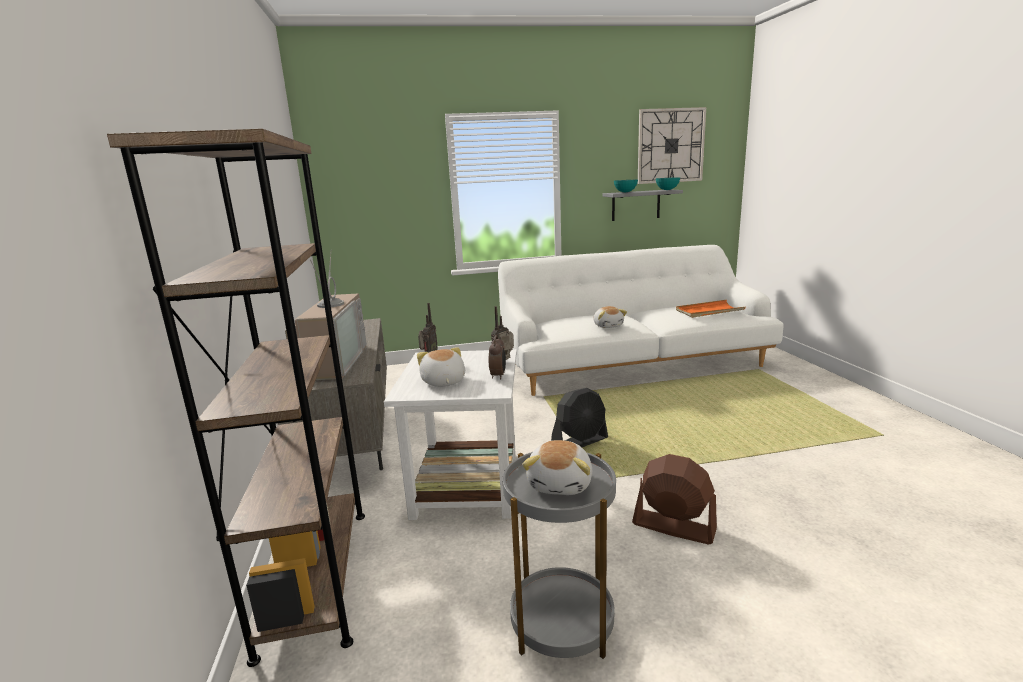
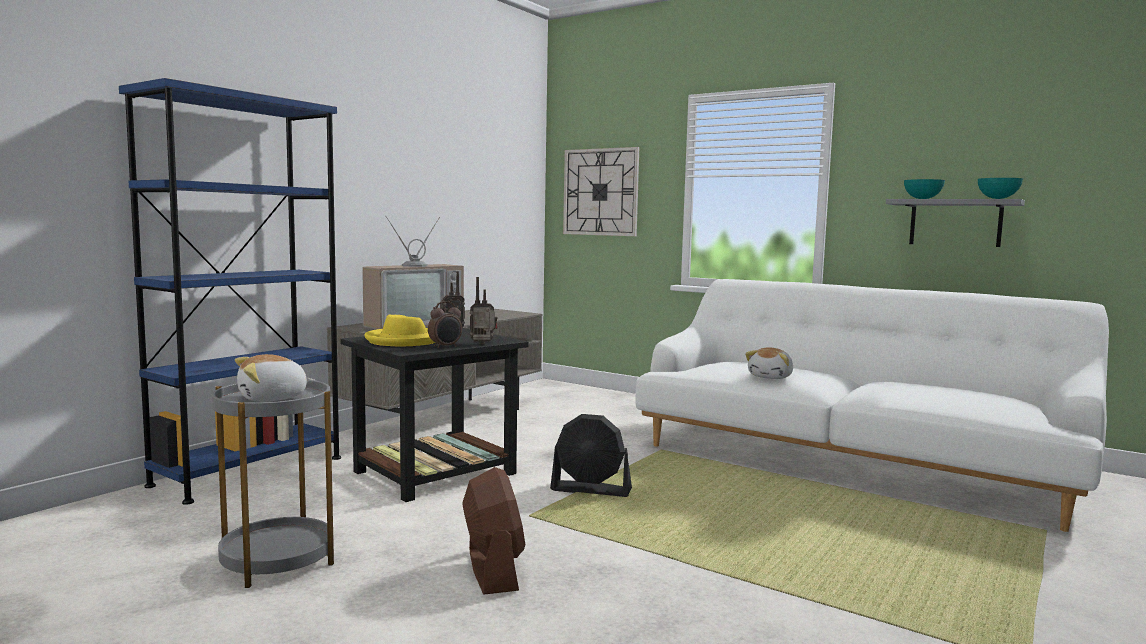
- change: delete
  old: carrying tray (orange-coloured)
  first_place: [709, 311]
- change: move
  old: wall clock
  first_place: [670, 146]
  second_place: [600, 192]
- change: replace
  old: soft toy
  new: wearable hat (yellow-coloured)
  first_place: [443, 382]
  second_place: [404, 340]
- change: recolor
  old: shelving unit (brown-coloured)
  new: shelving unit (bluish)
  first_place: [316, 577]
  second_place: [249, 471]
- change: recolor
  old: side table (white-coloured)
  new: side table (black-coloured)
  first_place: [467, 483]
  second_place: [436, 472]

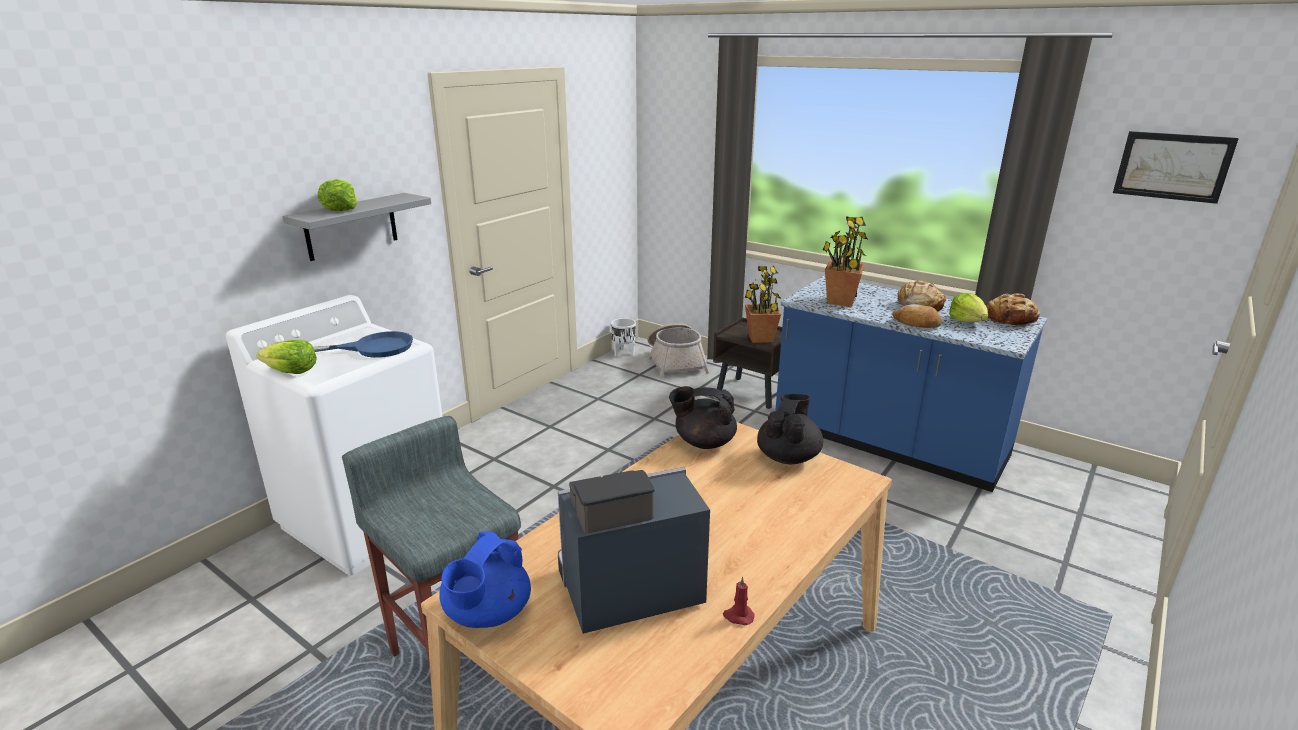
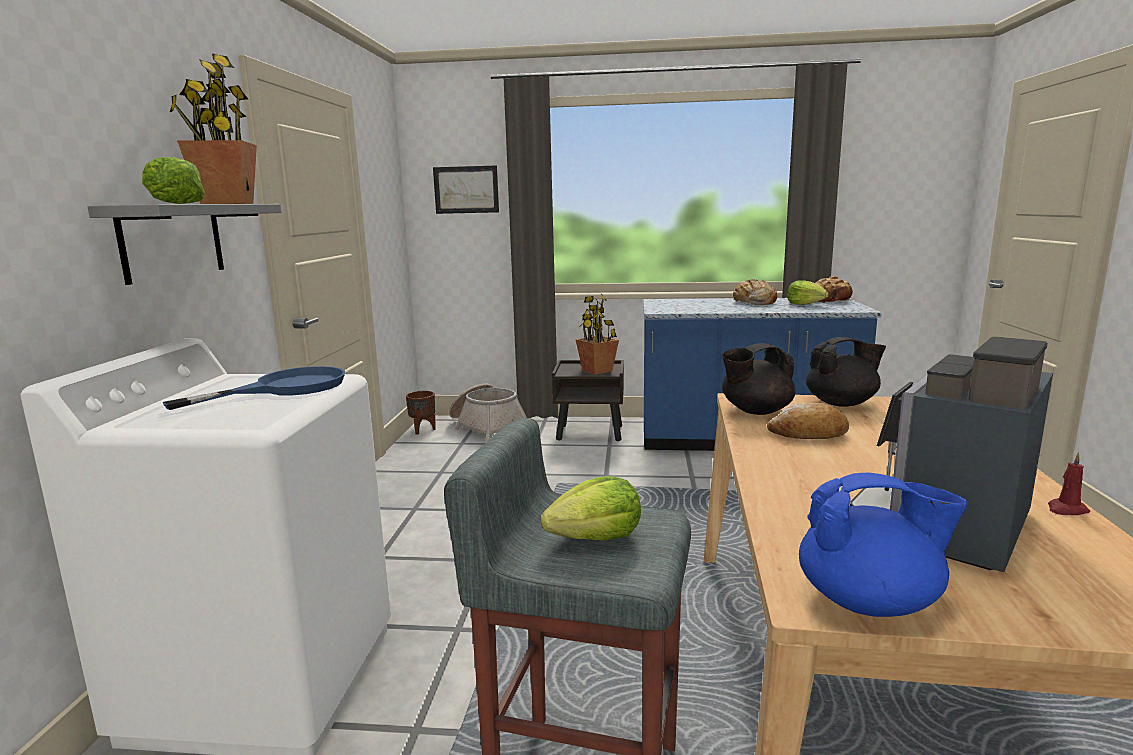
- change: move
  old: lettuce head
  first_place: [291, 371]
  second_place: [596, 538]
- change: move
  old: plant in a pot
  first_place: [841, 301]
  second_place: [227, 204]
- change: move
  old: baked bread
  first_place: [916, 323]
  second_place: [809, 433]
- change: move
  old: wall picture
  first_place: [1172, 166]
  second_place: [466, 189]
- change: recolor
  old: plant pot (white-coloured)
  new: plant pot (brown-coloured)
  first_place: [623, 353]
  second_place: [422, 430]
- change: rotate
  old: teapot (bluish)
  first_place: [487, 614]
  second_place: [870, 602]
  degrees: -75
- change: rotate
  old: teapot (black-coloured)
  first_place: [788, 457]
  second_place: [842, 403]
  degrees: 90

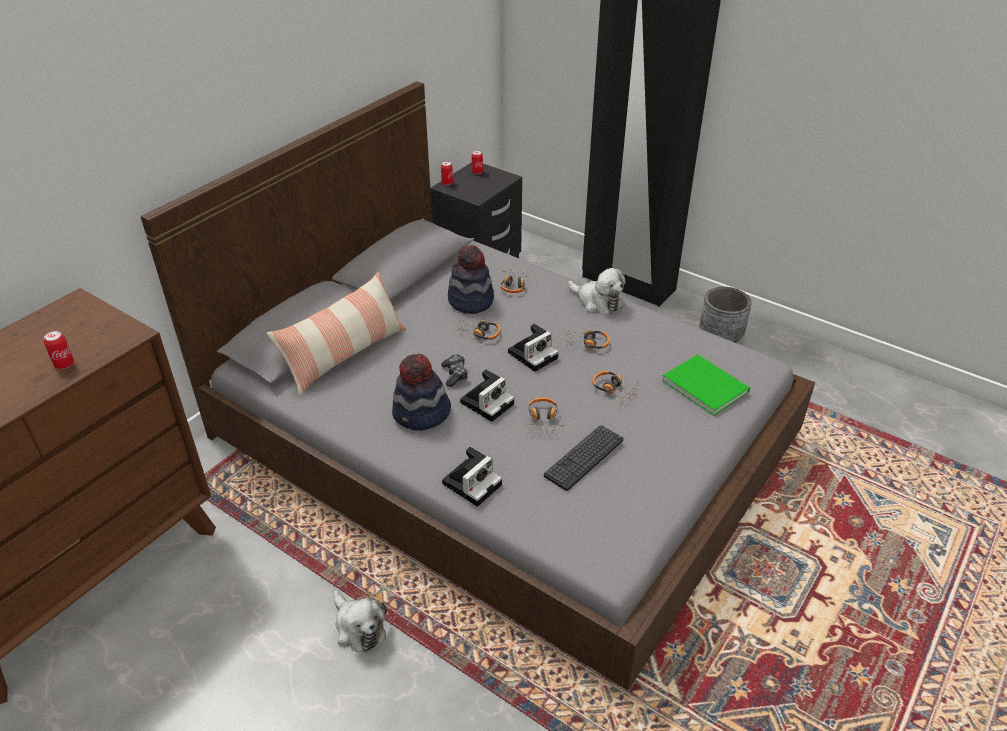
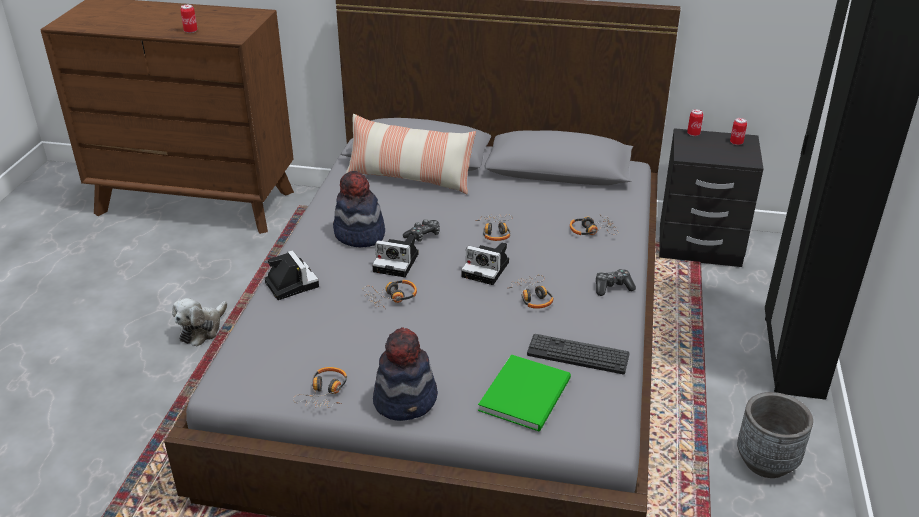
- change: move
  old: wearable hat
  first_place: [471, 300]
  second_place: [406, 400]
- change: move
  old: PC keyboard
  first_place: [584, 458]
  second_place: [578, 355]
- change: move
  old: headphones
  first_place: [614, 390]
  second_place: [325, 393]
- change: replace
  old: soft toy
  new: joypad
  first_place: [597, 302]
  second_place: [612, 287]
- change: rotate
  old: still camera
  first_place: [472, 482]
  second_place: [290, 283]
  degrees: -135

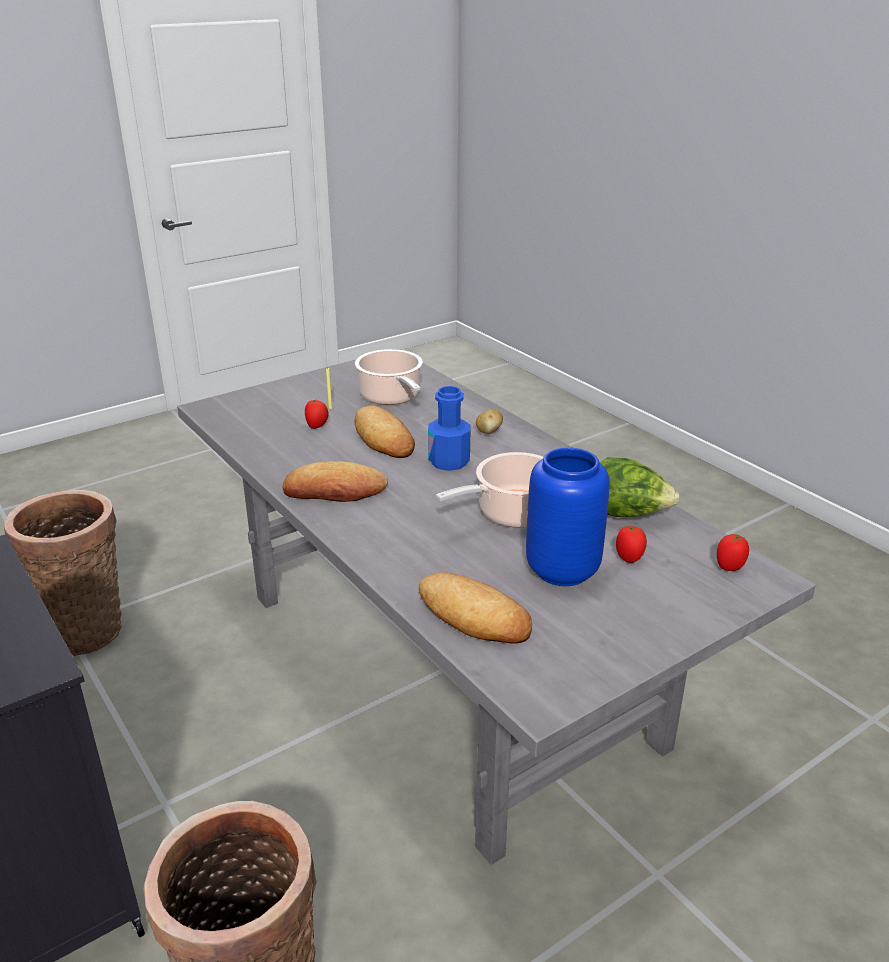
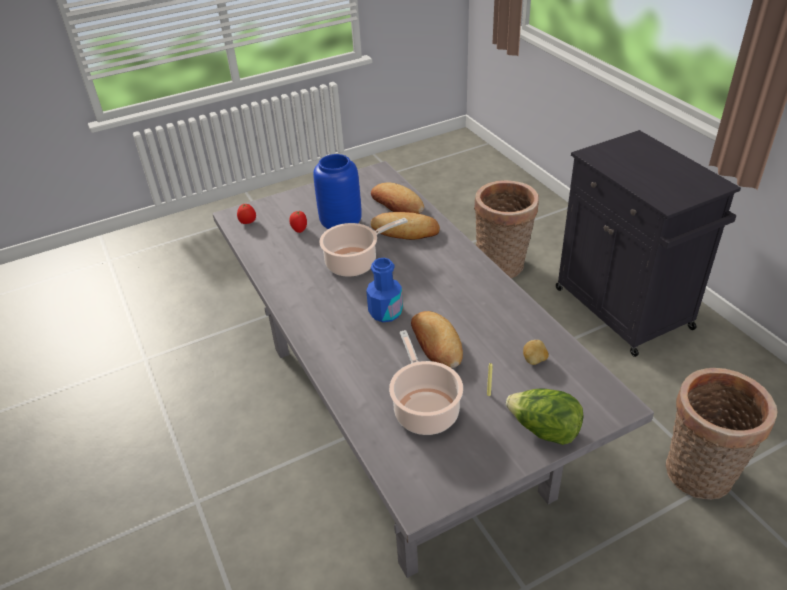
- change: delete
  old: fresh tomato
  first_place: [317, 426]
- change: move
  old: baked bread
  first_place: [334, 491]
  second_place: [405, 230]
- change: move
  old: potato
  first_place: [489, 432]
  second_place: [534, 360]
- change: move
  old: lettuce head
  first_place: [627, 514]
  second_place: [544, 430]

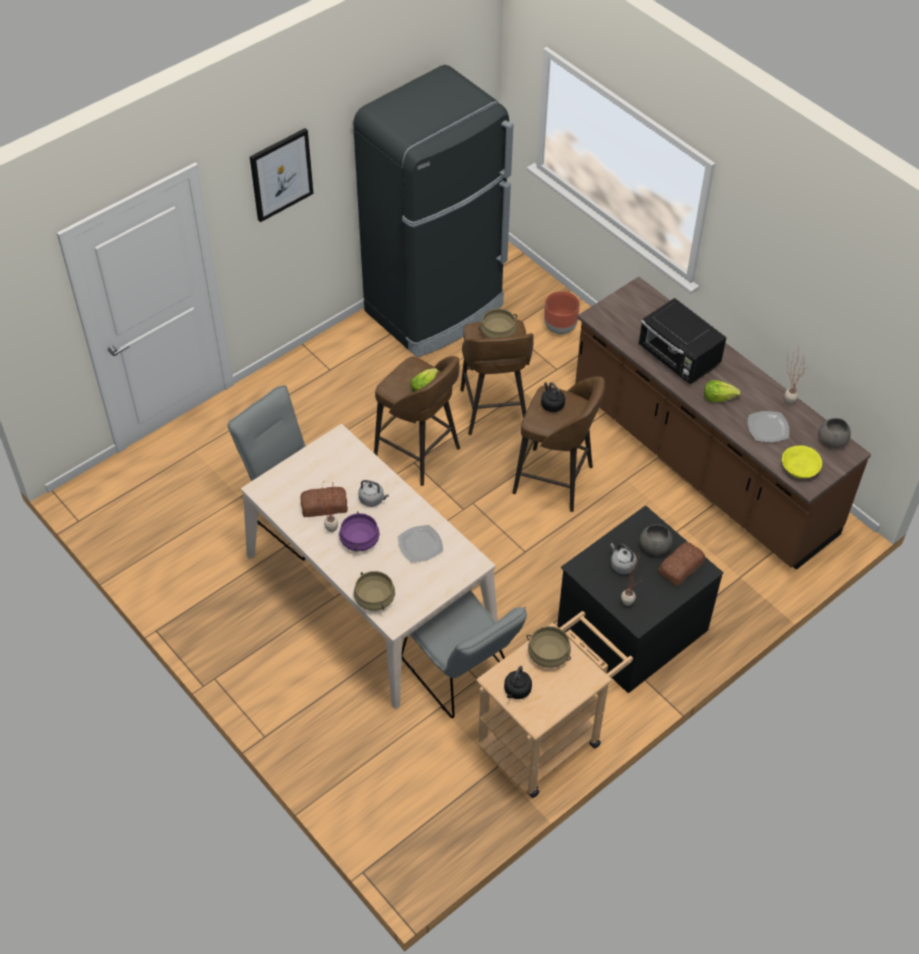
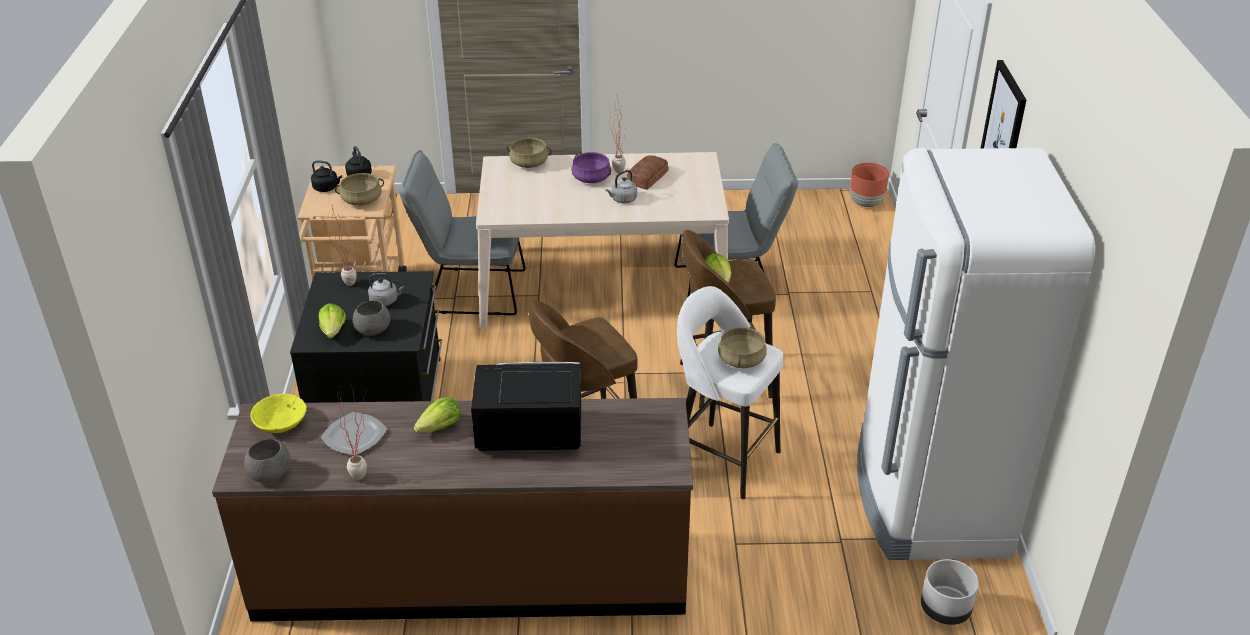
- change: delete
  old: dinner plate
  first_place: [419, 545]
- change: insert
  new: plant pot (grey)
  second_place: [945, 609]
- change: move
  old: water kettle (black-coloured)
  first_place: [551, 404]
  second_place: [327, 188]
- change: move
  old: plant pot (brown-coloured)
  first_place: [560, 328]
  second_place: [866, 203]
- change: replace
  old: baked bread
  new: lettuce head
  first_place: [680, 567]
  second_place: [333, 331]
- change: recolor
  old: fridge (black-coloured)
  new: fridge (white-coloured)
  first_place: [435, 309]
  second_place: [929, 499]
- change: recolor
  old: stool (brown-coloured)
  new: stool (white-coloured)
  first_place: [494, 411]
  second_place: [723, 458]

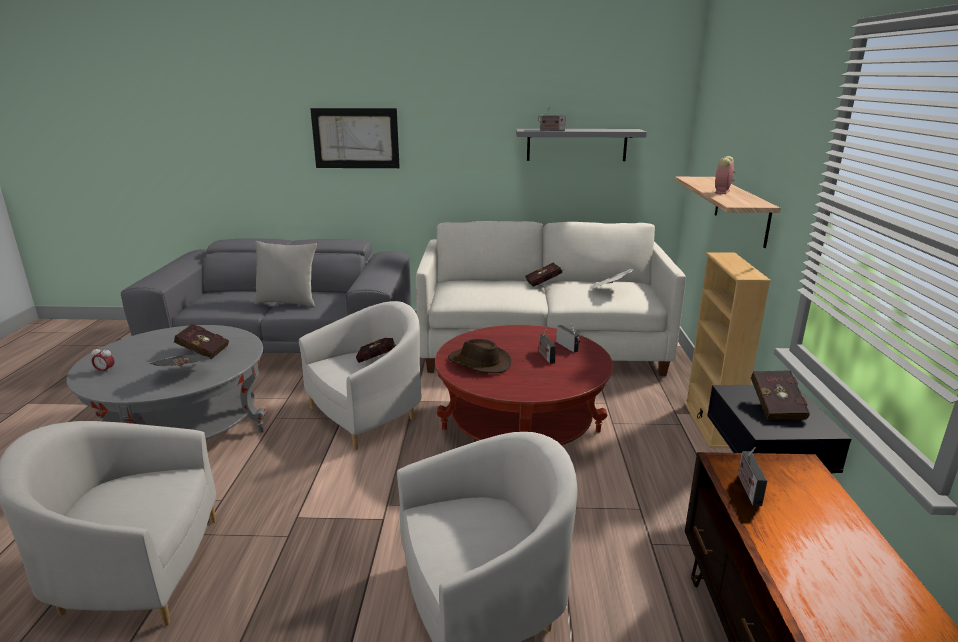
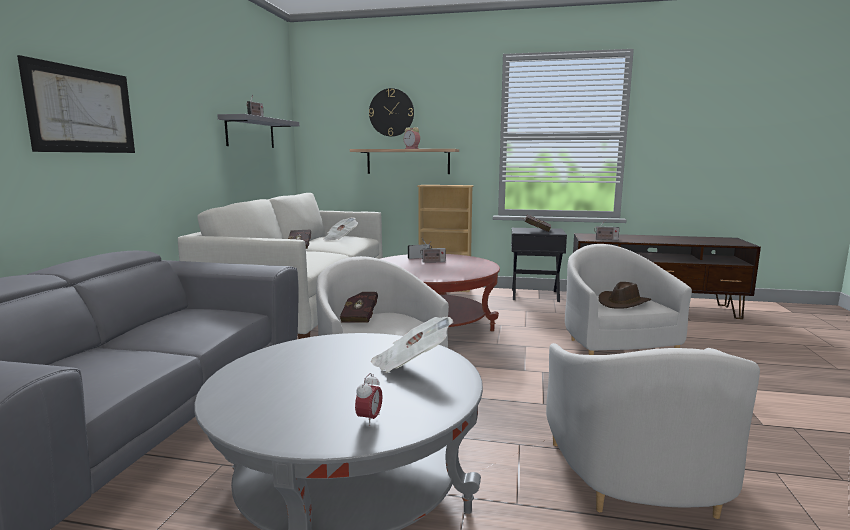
- change: delete
  old: book (red)
  first_place: [202, 351]
- change: delete
  old: pillow (grey)
  first_place: [288, 302]
- change: insert
  new: wall clock
  second_place: [391, 112]
- change: move
  old: wearable hat (brown-coloured)
  first_place: [479, 363]
  second_place: [623, 303]

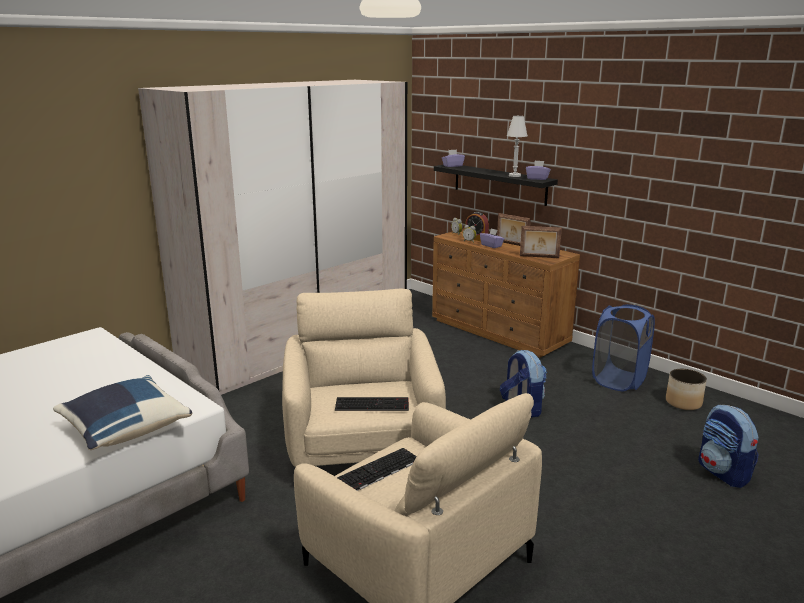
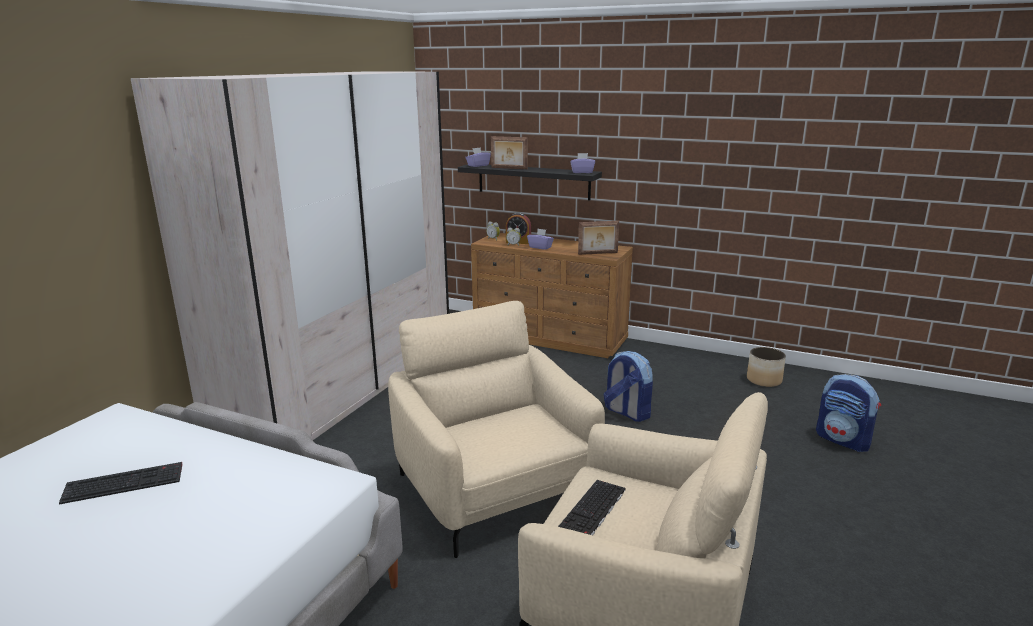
- change: delete
  old: pillow (bluish)
  first_place: [125, 429]
- change: delete
  old: tabletop lamp (white-coloured)
  first_place: [514, 175]
- change: delete
  old: laundry basket (bluish)
  first_place: [618, 380]
- change: move
  old: PC keyboard
  first_place: [373, 404]
  second_place: [125, 482]
- change: move
  old: picture frame
  first_place: [512, 244]
  second_place: [509, 168]

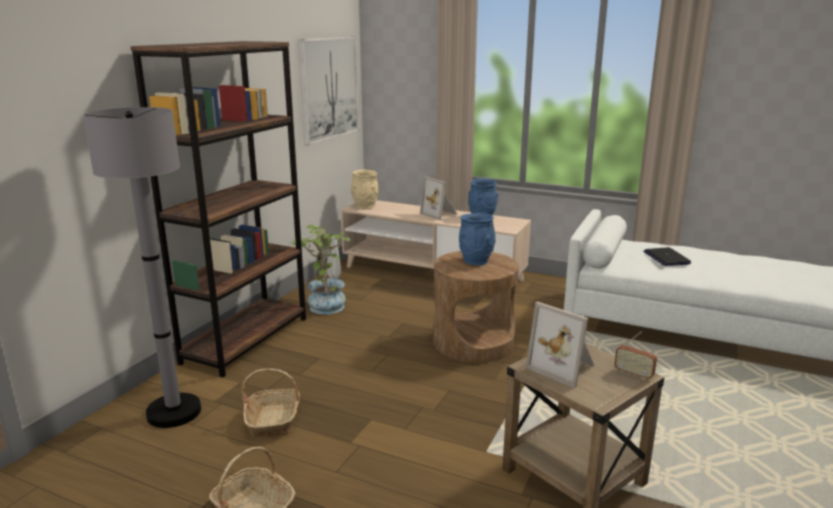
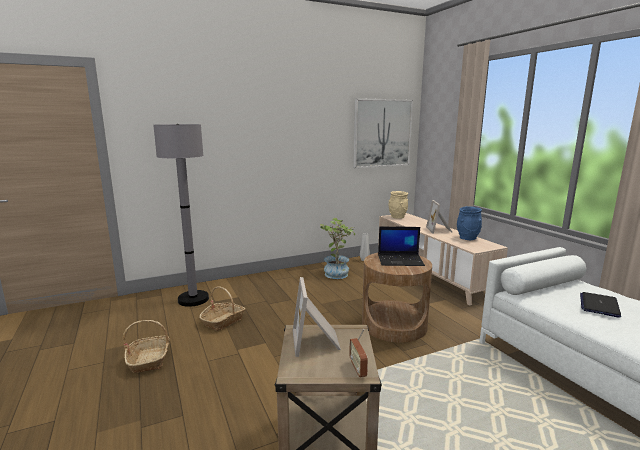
- change: delete
  old: shelving unit (brown-coloured)
  first_place: [246, 340]
- change: replace
  old: vase (bluish)
  new: laptop
  first_place: [476, 261]
  second_place: [401, 260]

